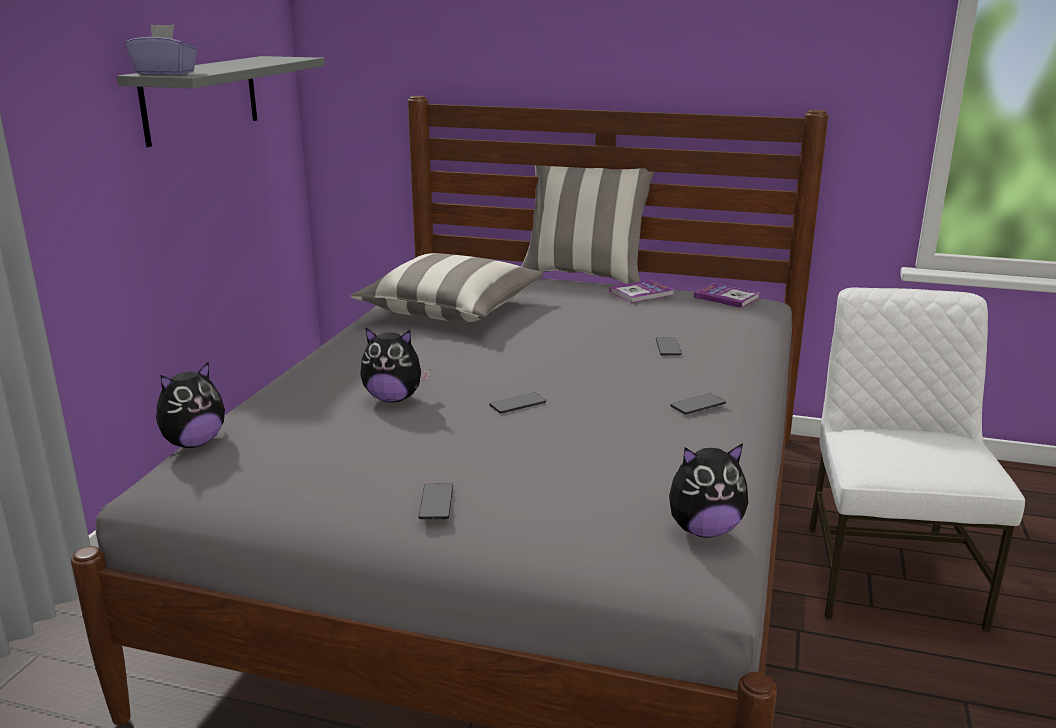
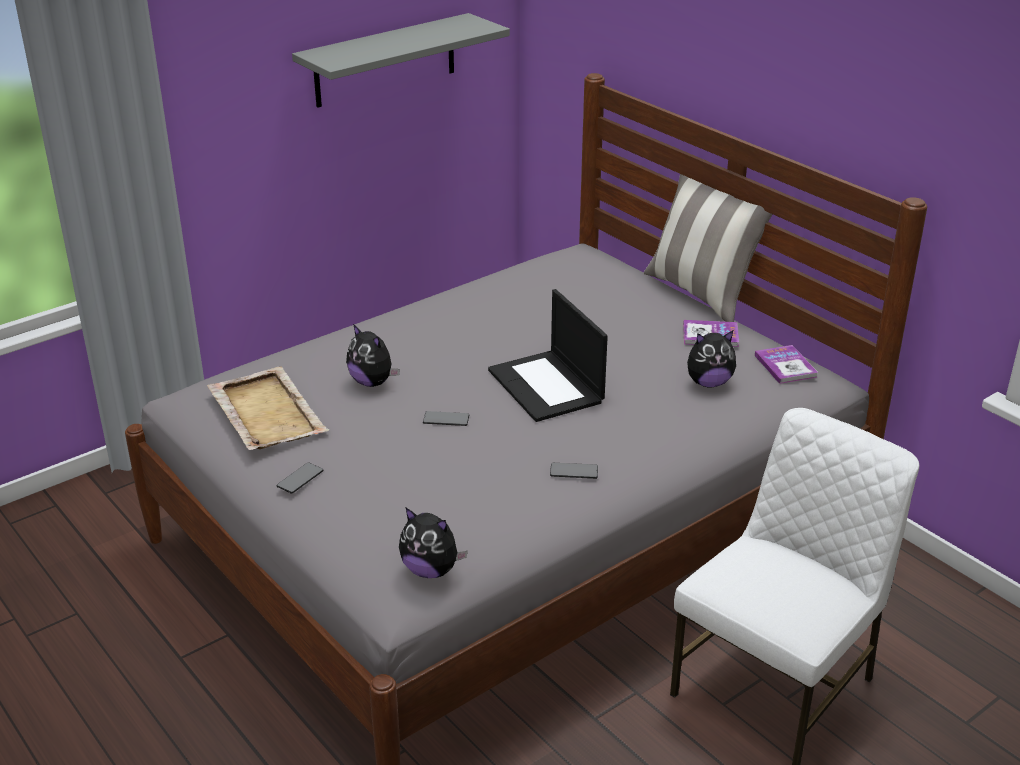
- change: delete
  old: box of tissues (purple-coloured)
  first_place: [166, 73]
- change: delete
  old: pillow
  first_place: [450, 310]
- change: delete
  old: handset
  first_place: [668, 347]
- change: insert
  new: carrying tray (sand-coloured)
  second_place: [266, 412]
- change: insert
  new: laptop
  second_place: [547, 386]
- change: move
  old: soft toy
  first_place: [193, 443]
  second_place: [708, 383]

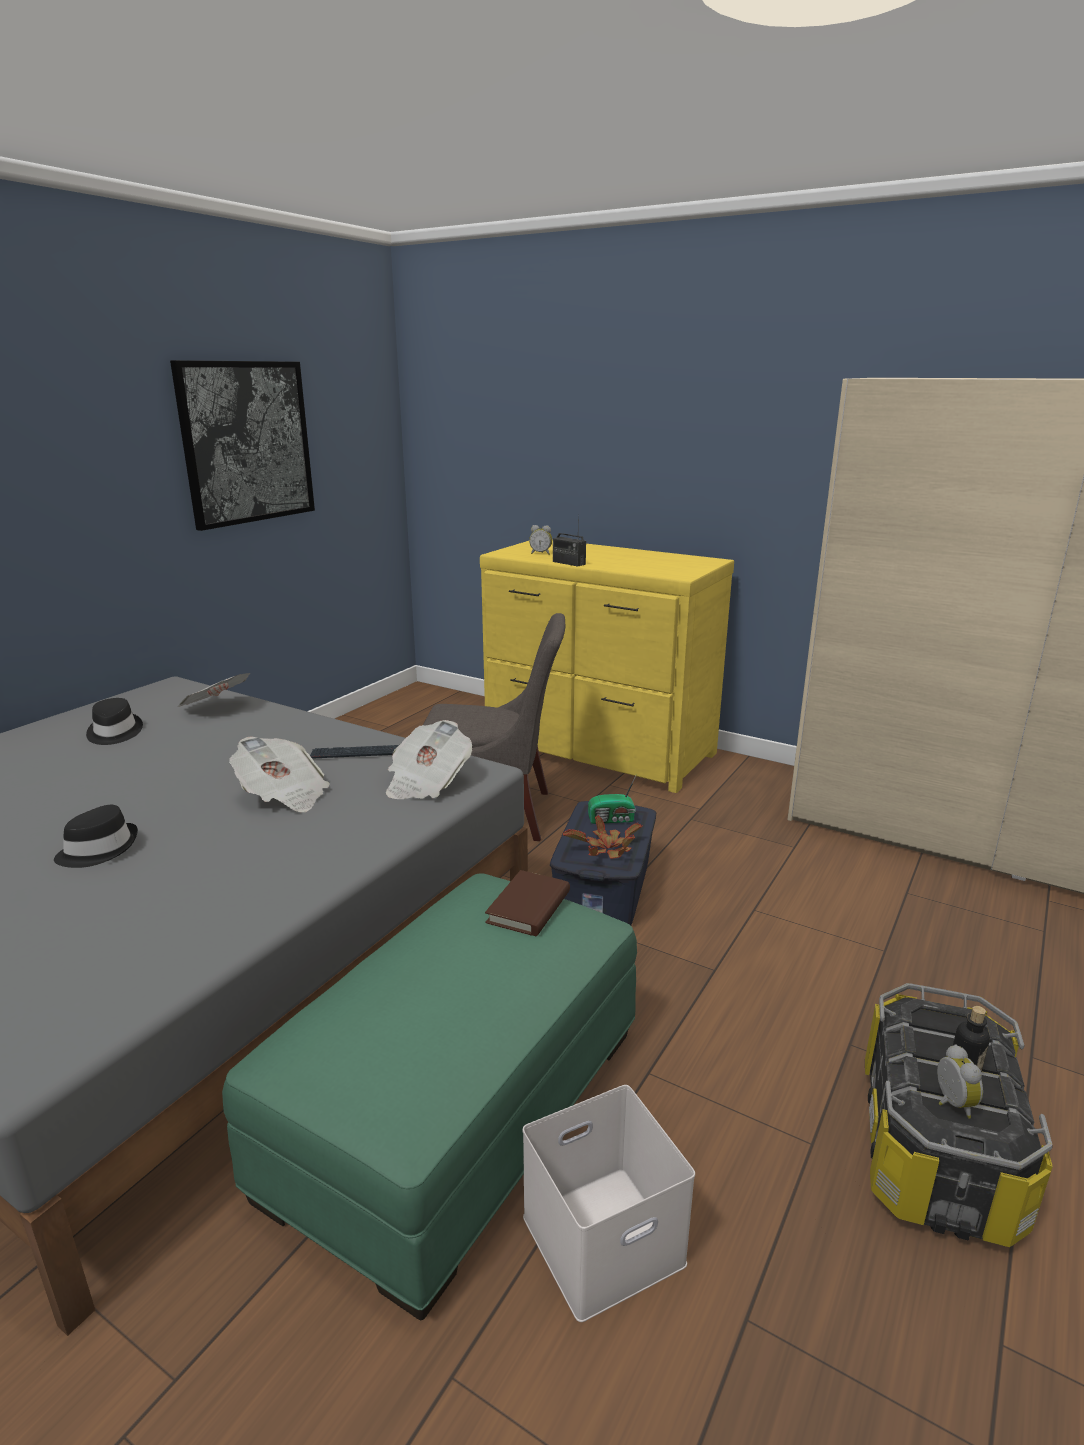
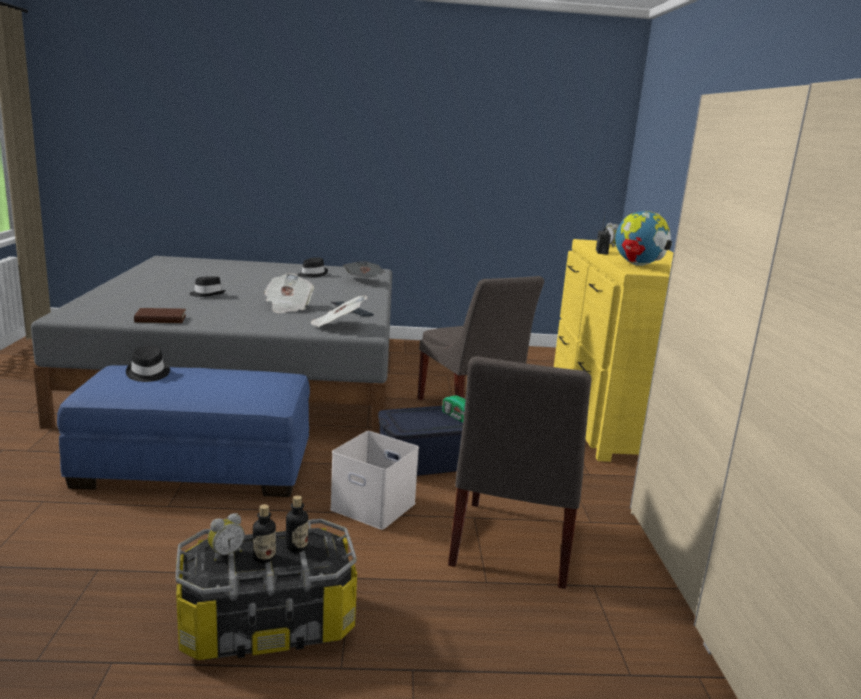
- change: delete
  old: wall picture
  first_place: [247, 442]
- change: delete
  old: plant in a pot
  first_place: [606, 850]
- change: insert
  new: wearable hat (black-coloured)
  second_place: [147, 373]
- change: insert
  new: beverage bottle
  second_place: [296, 547]
- change: insert
  new: plain chair (grey)
  second_place: [511, 546]
- change: insert
  new: globe
  second_place: [638, 265]
- change: move
  old: book (brown-coloured)
  first_place: [529, 907]
  second_place: [160, 319]
- change: move
  old: storage container (white-coloured)
  first_place: [603, 1236]
  second_place: [375, 506]
- change: recolor
  old: ottoman (green-coloured)
  new: ottoman (bluish)
  first_place: [459, 1109]
  second_place: [196, 465]

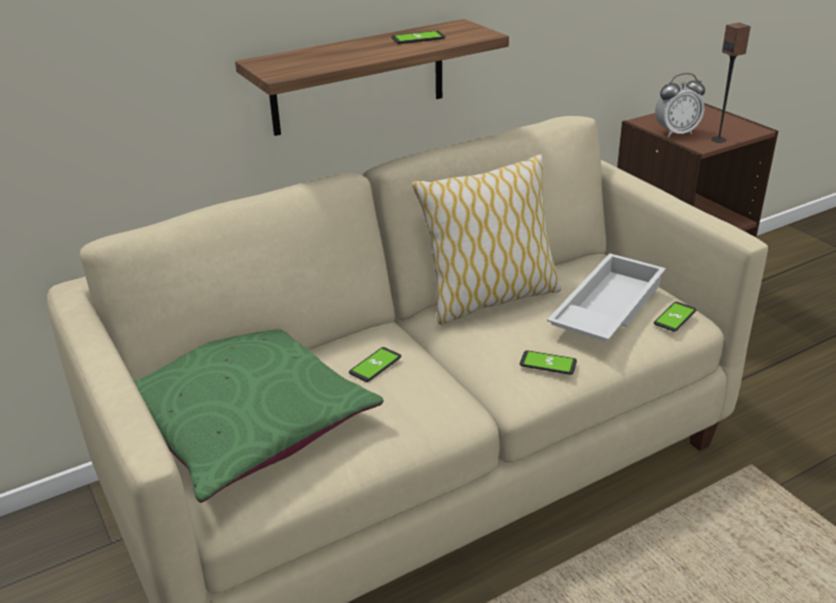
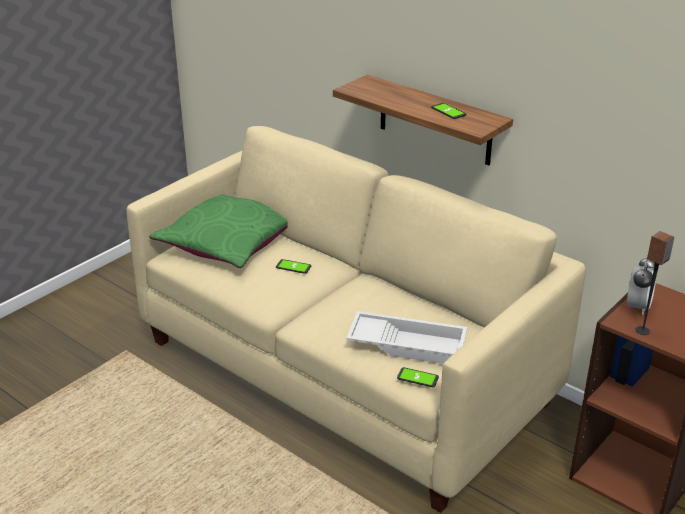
- change: delete
  old: pillow
  first_place: [489, 299]
- change: delete
  old: handset
  first_place: [548, 363]
- change: rotate
  old: bedside clock
  first_place: [676, 133]
  second_place: [637, 307]
  degrees: -120

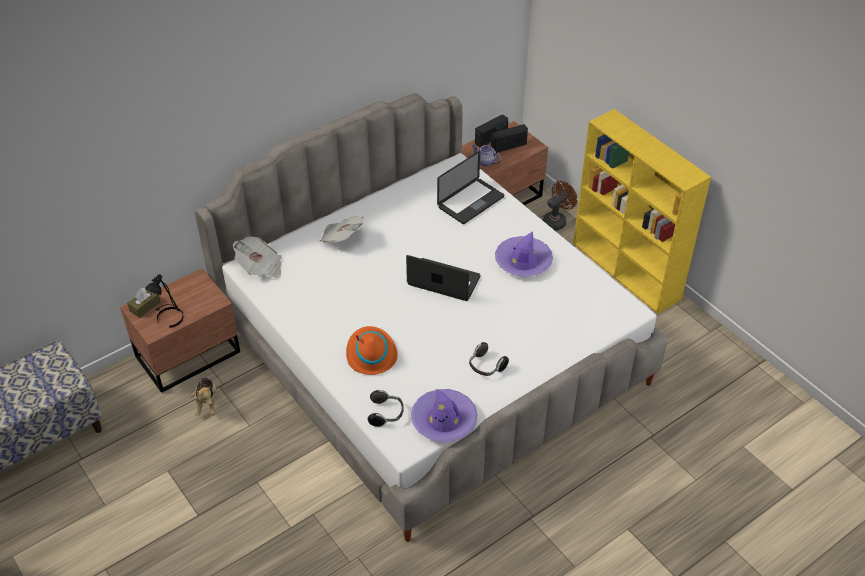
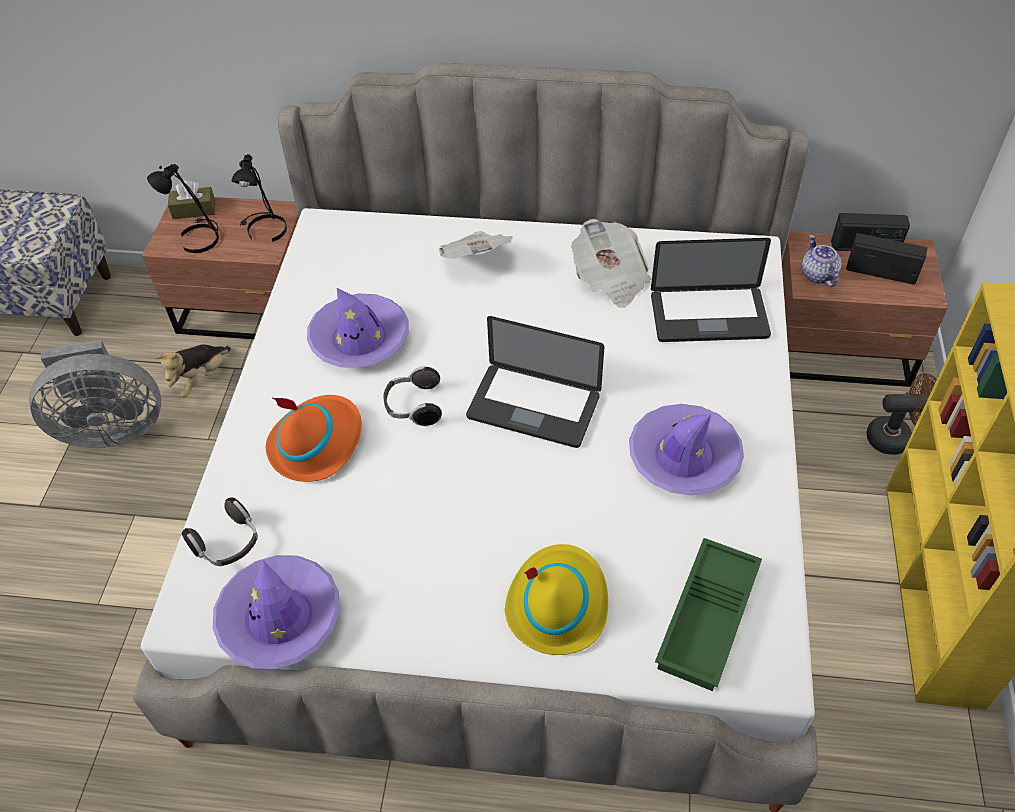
- change: insert
  new: cooling fan (grey)
  second_place: [111, 428]
- change: insert
  new: tabletop lamp (black-coloured)
  second_place: [264, 230]
- change: insert
  new: wearable hat (purple-coloured)
  second_place: [360, 339]
- change: insert
  new: wearable hat (yellow-coloured)
  second_place: [557, 604]
- change: insert
  new: carrying tray (green-coloured)
  second_place: [709, 620]
- change: move
  old: newspaper
  first_place: [260, 267]
  second_place: [610, 279]
- change: move
  old: headphones
  first_place: [486, 367]
  second_place: [413, 406]
- change: rotate
  old: laptop
  first_place: [444, 281]
  second_place: [533, 407]
  degrees: 135

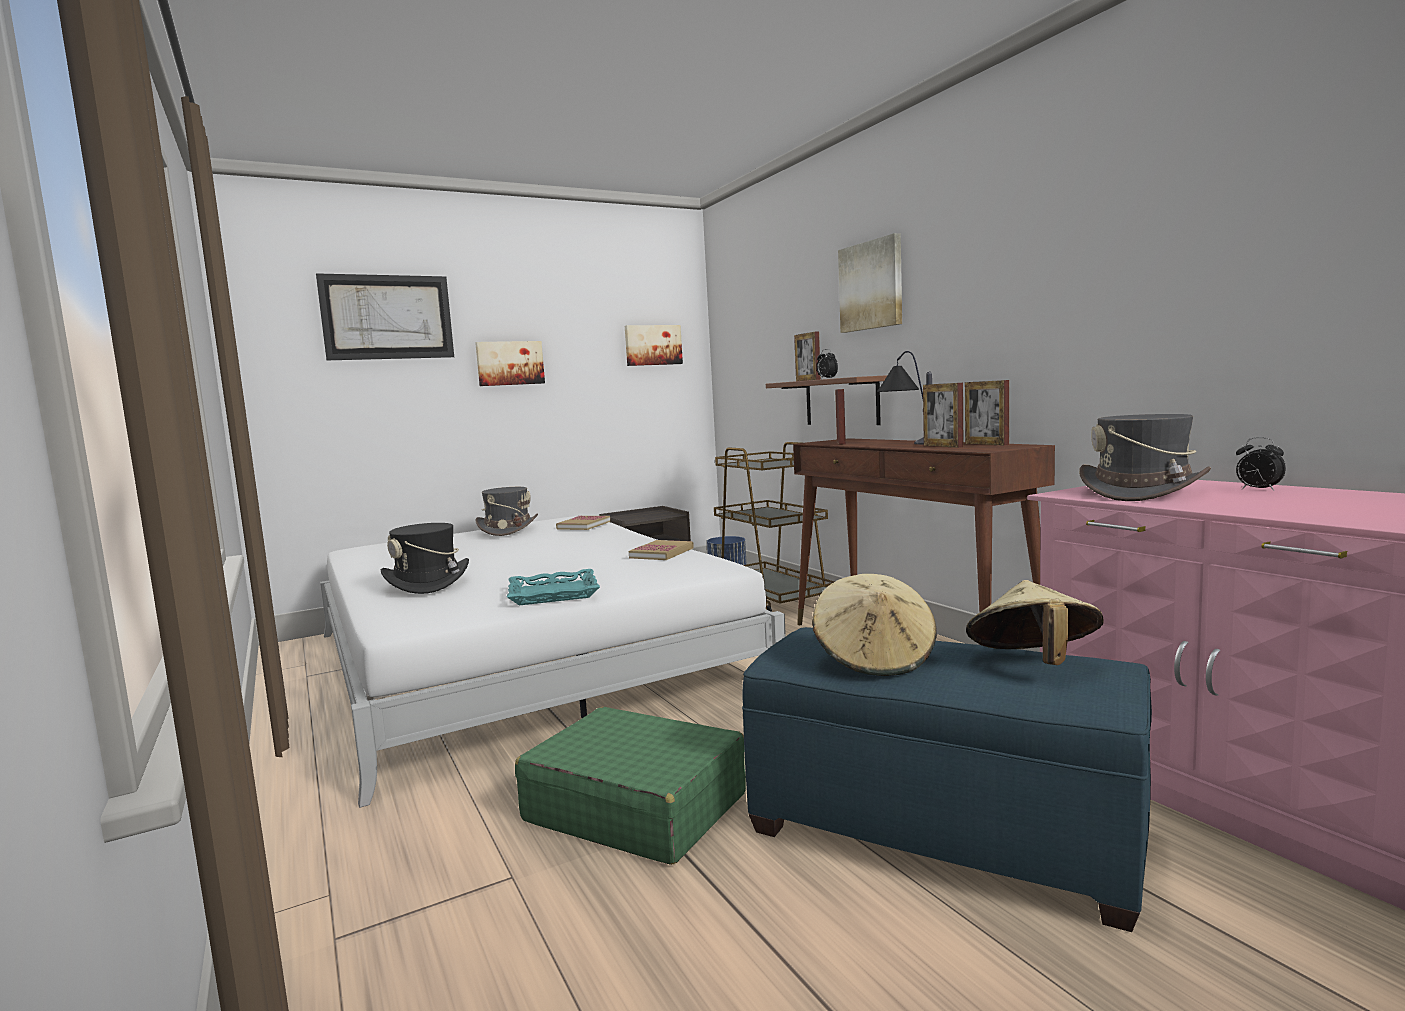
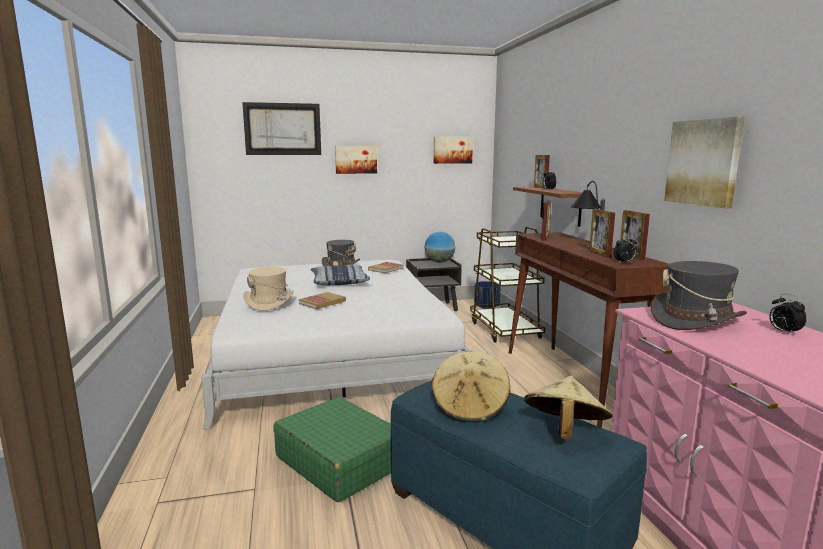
- change: delete
  old: carrying tray (turquoise)
  first_place: [553, 594]
- change: insert
  new: pillow
  second_place: [339, 282]
- change: insert
  new: globe
  second_place: [439, 262]
- change: insert
  new: bedside clock
  second_place: [624, 262]
- change: move
  old: book
  first_place: [662, 553]
  second_place: [322, 302]
- change: move
  old: wall picture
  first_place: [872, 285]
  second_place: [704, 162]
- change: recolor
  old: wearable hat (black-coloured)
  new: wearable hat (sand-coloured)
  first_place: [427, 583]
  second_place: [269, 302]

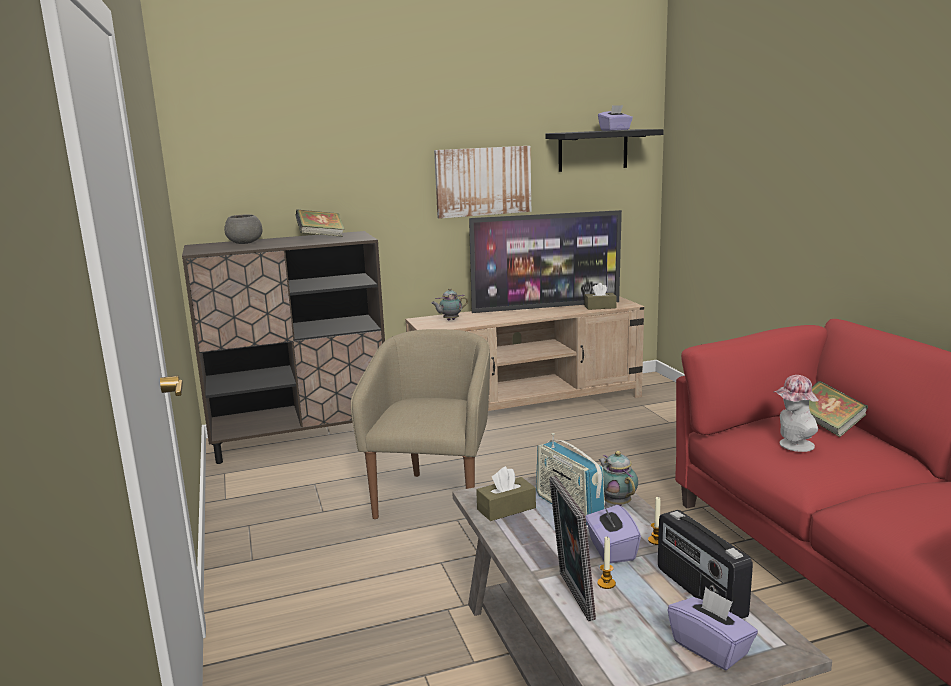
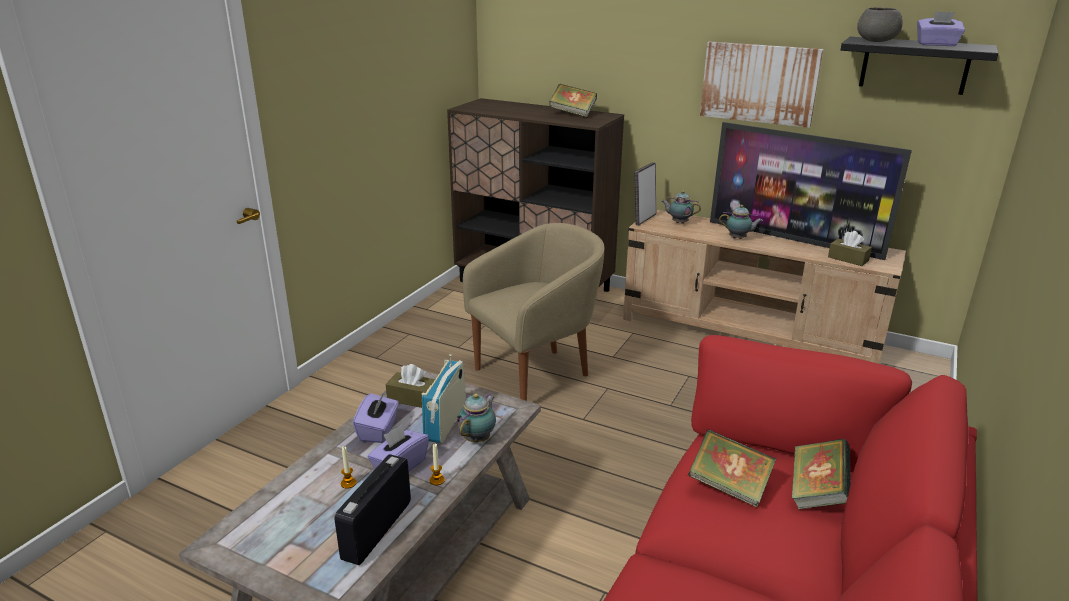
- change: insert
  new: teapot
  second_place: [738, 238]
- change: move
  old: bowl (grey)
  first_place: [244, 243]
  second_place: [875, 41]
- change: move
  old: picture frame
  first_place: [571, 596]
  second_place: [643, 219]
- change: move
  old: box of tissues (purple-coloured)
  first_place: [710, 648]
  second_place: [378, 430]
- change: replace
  old: wearable hat
  new: book
  first_place: [792, 445]
  second_place: [729, 487]

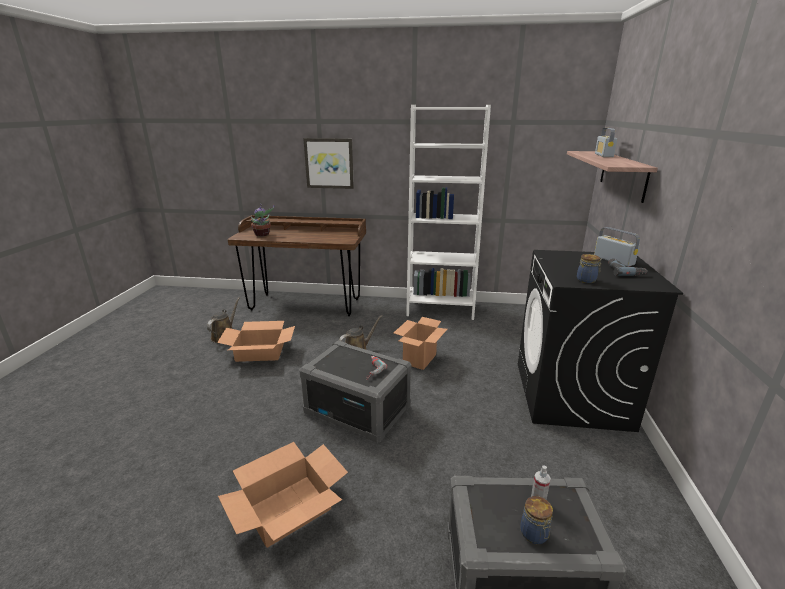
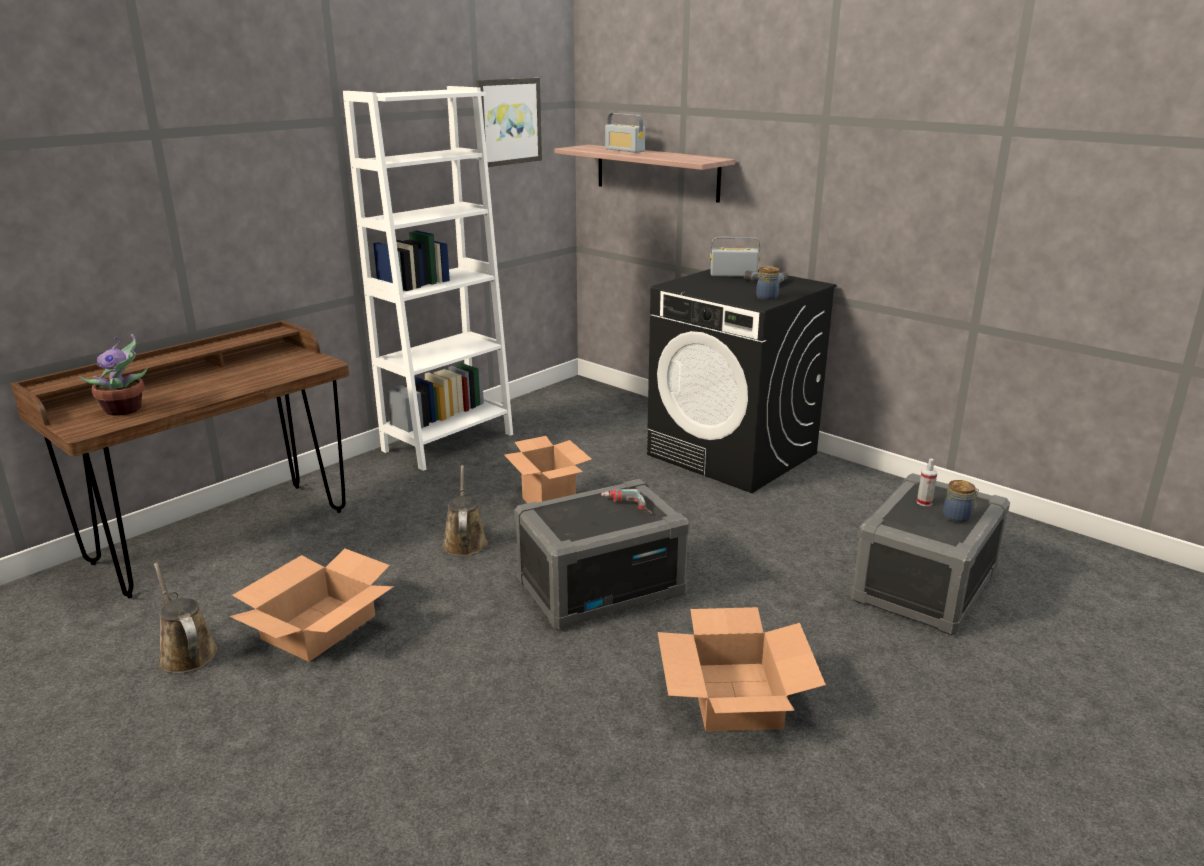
- change: move
  old: wall picture
  first_place: [329, 163]
  second_place: [508, 122]

